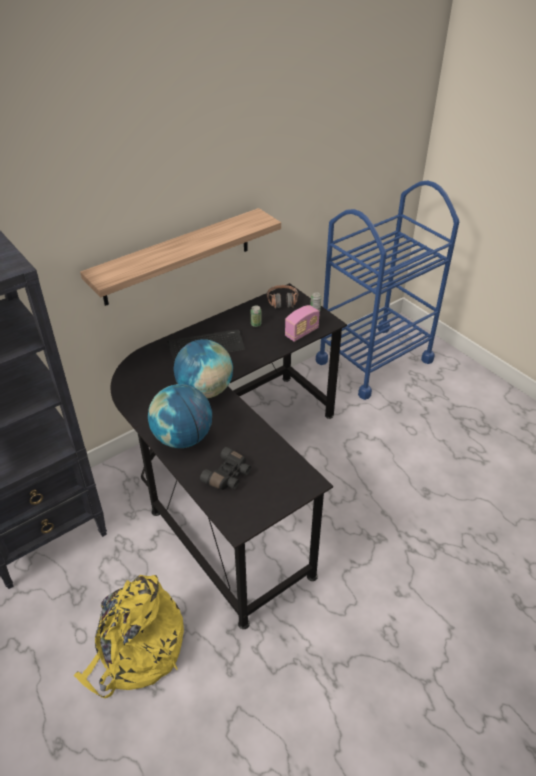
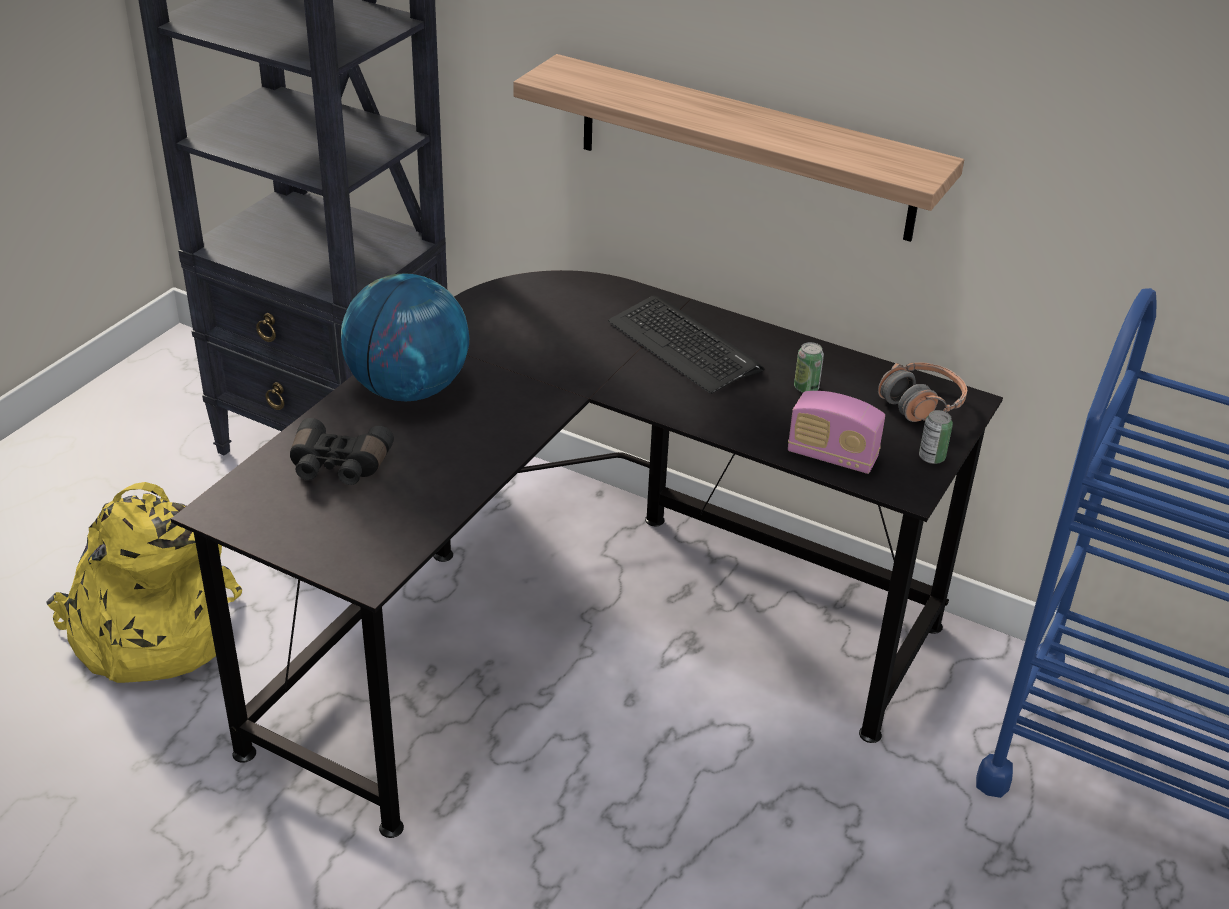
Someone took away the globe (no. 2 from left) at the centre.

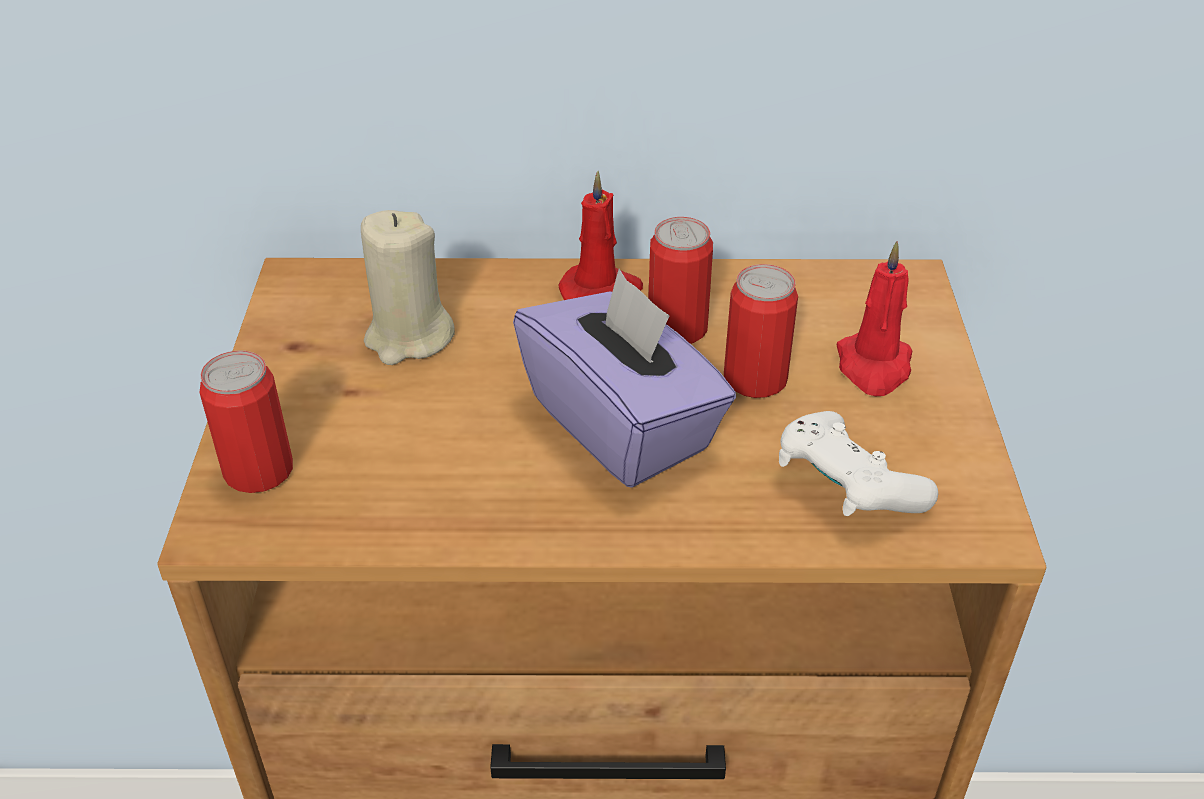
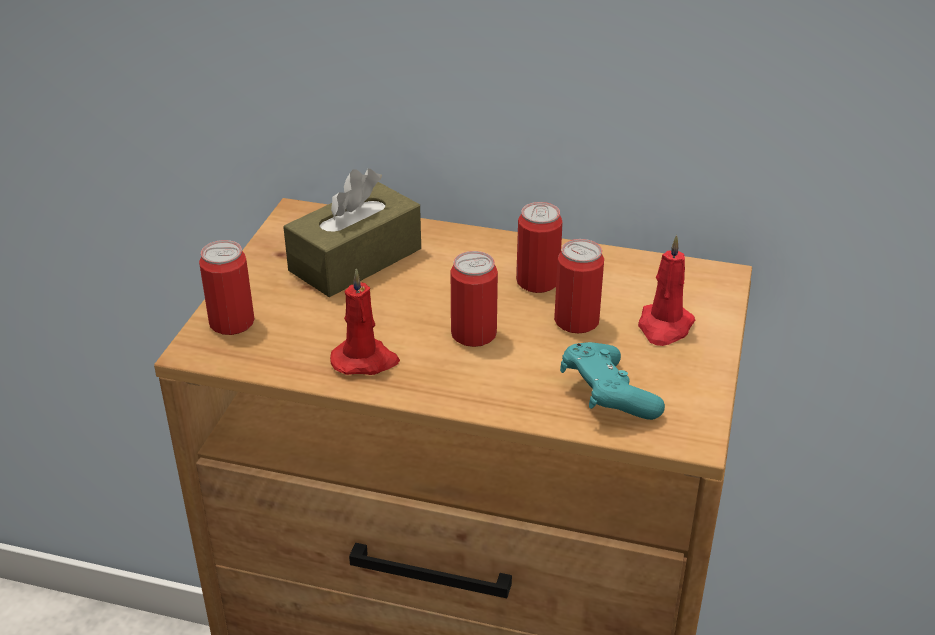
Someone carried the candle in red (no. 1 from left) from the top centre to the centre. Someone swapped the candle in beige at the centre for the tissue box in brown at the centre. Someone swapped the tissue box in purple at the centre for the can (no. 2 from left) at the centre. Someone repainted the game controller in white at the middle right, which became the game controller in turquoise at the centre.

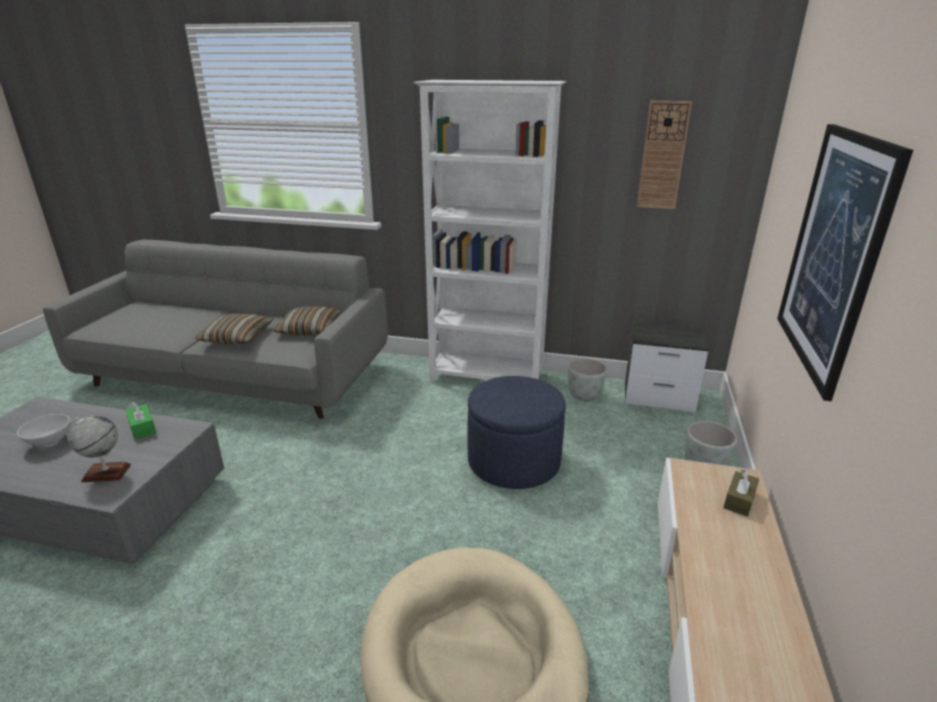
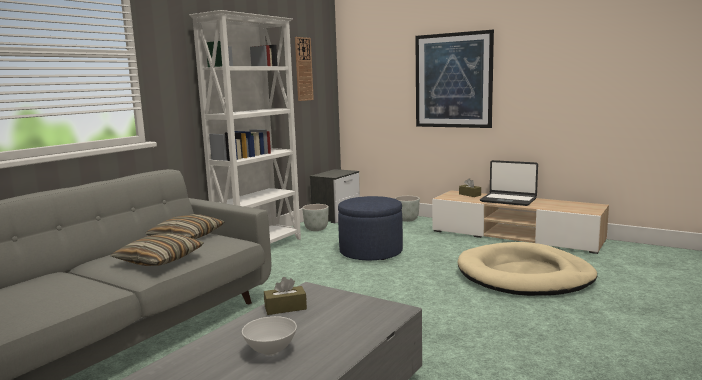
Someone took away the globe at the middle left. Someone put down the laptop at the middle right. Someone repainted the tissue box in green at the middle left, which became the tissue box in brown (no. 1 from left) at the bottom centre.

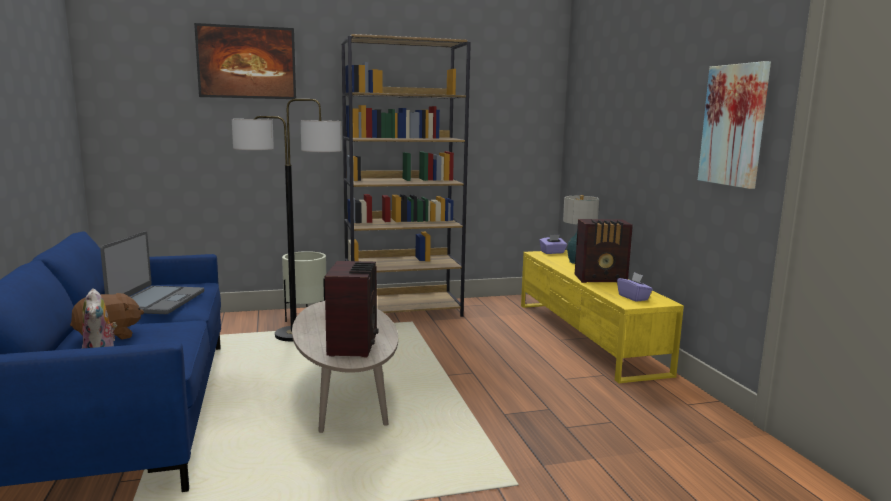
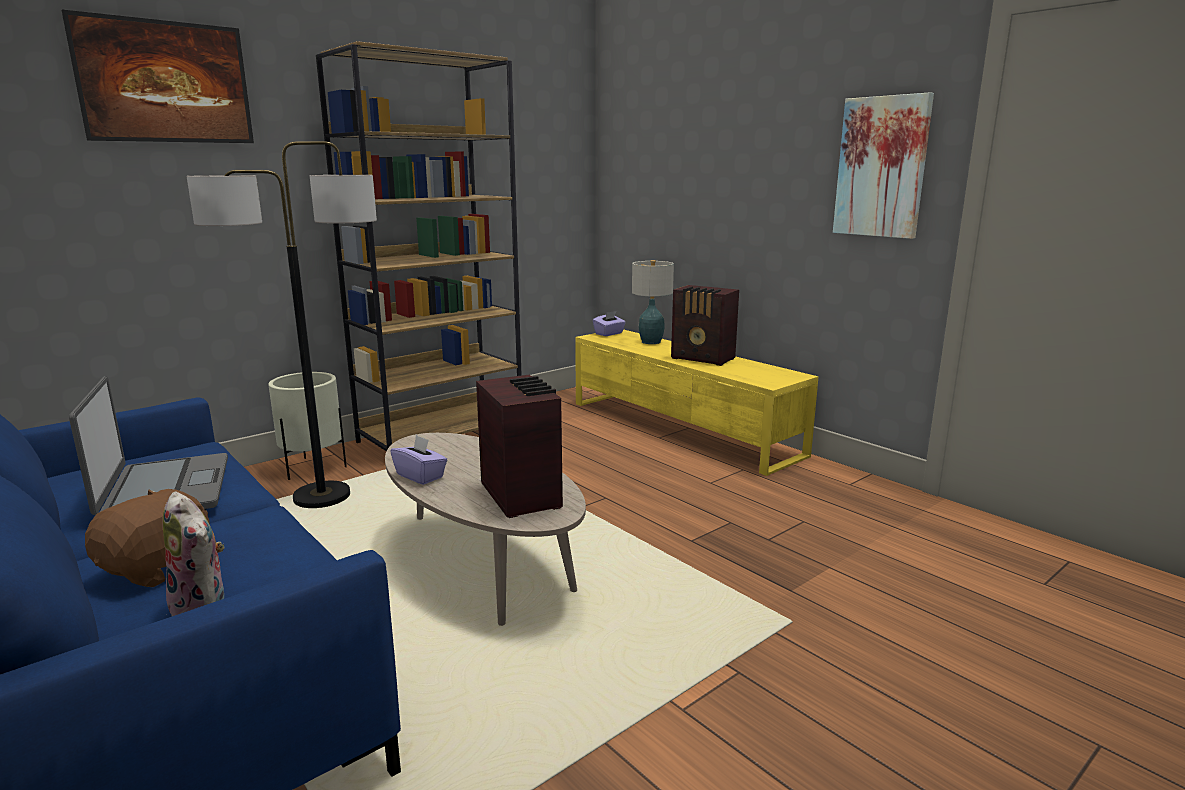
Someone carried the tissue box in purple (no. 2 from left in the first image) from the middle right to the centre. Someone rotated the radio (no. 2 from left) at the middle right by 60 degrees clockwise.

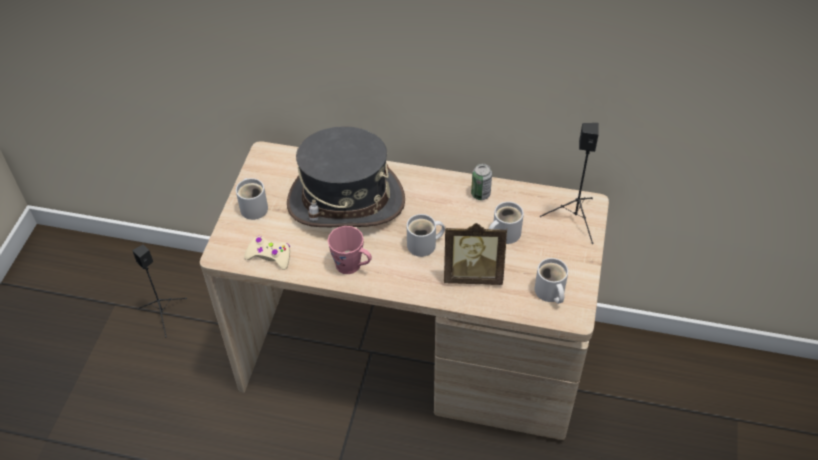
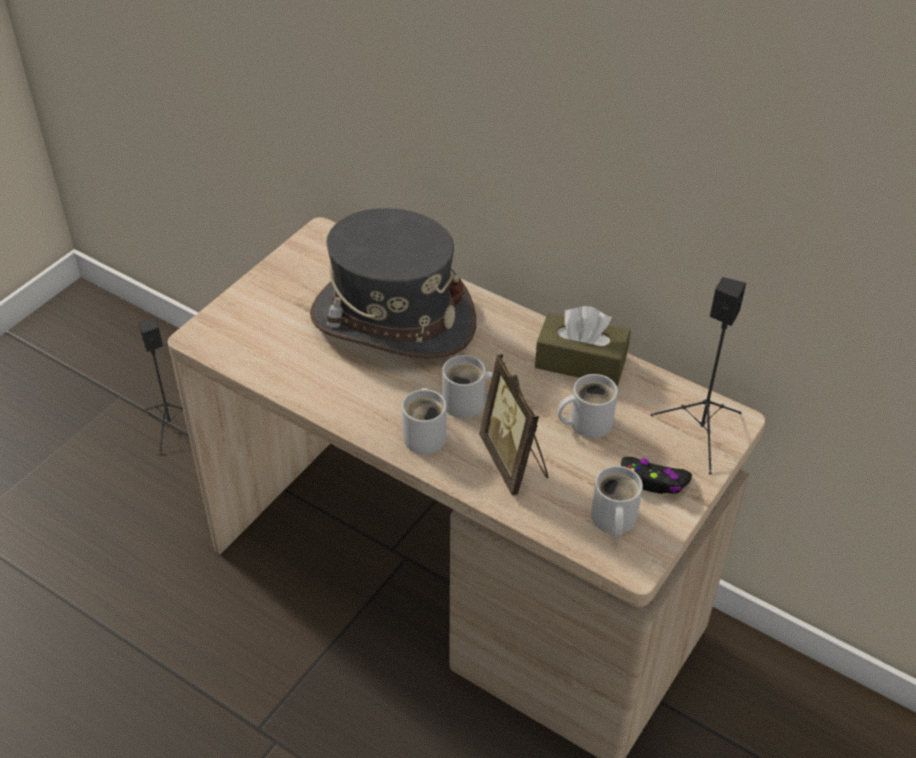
Someone took away the game controller in beige at the middle left. Someone took away the mug in pink at the centre. Someone put down the game controller in black at the middle right. Someone carried the mug in white (no. 1 from left) from the middle left to the centre. Someone swapped the can at the centre for the tissue box in brown at the centre. Someone rotated the picture frame at the centre by 45 degrees clockwise.

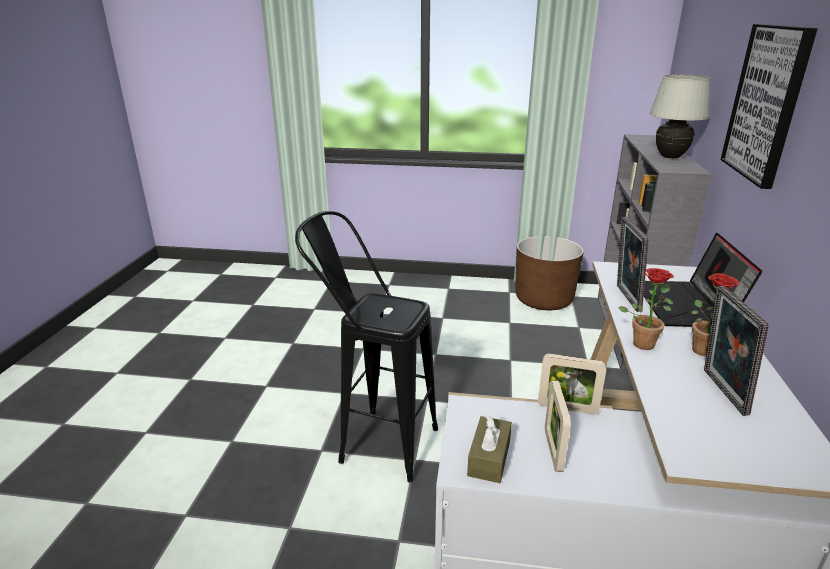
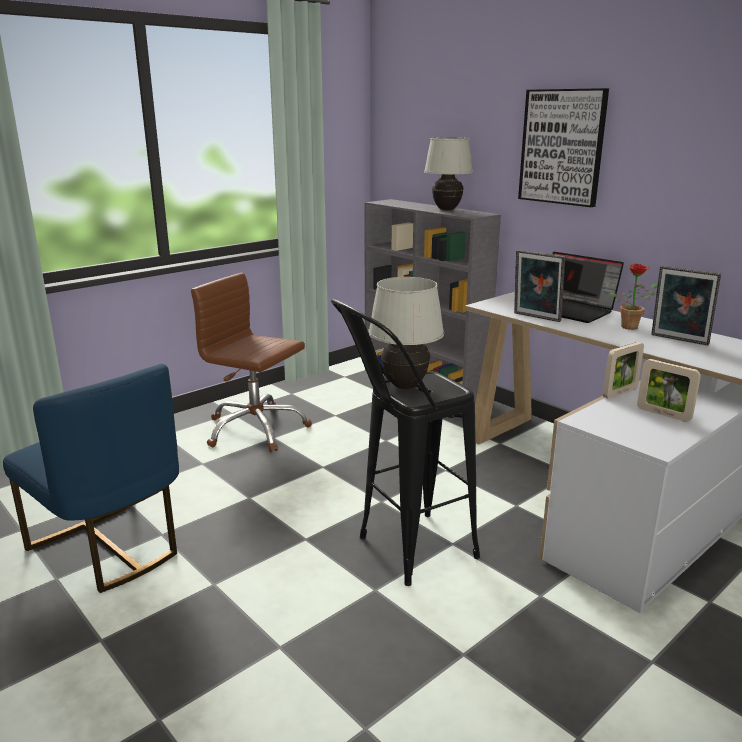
Someone took away the tissue box in brown at the bottom centre. Someone took away the planter in brown at the centre. Someone took away the potted plant (no. 1 from left) at the middle right. Someone put down the chair in blue at the middle left. Someone put down the office chair in brown at the centre. Someone put down the table lamp in white (no. 1 from left) at the centre.

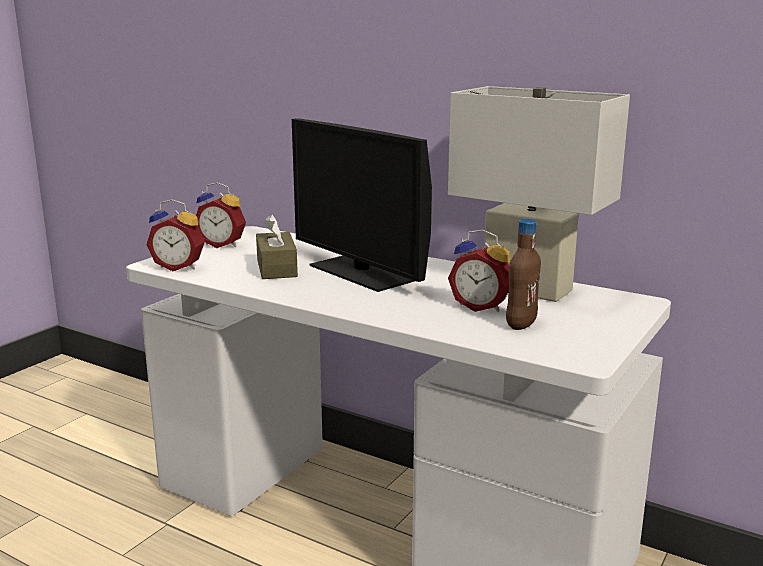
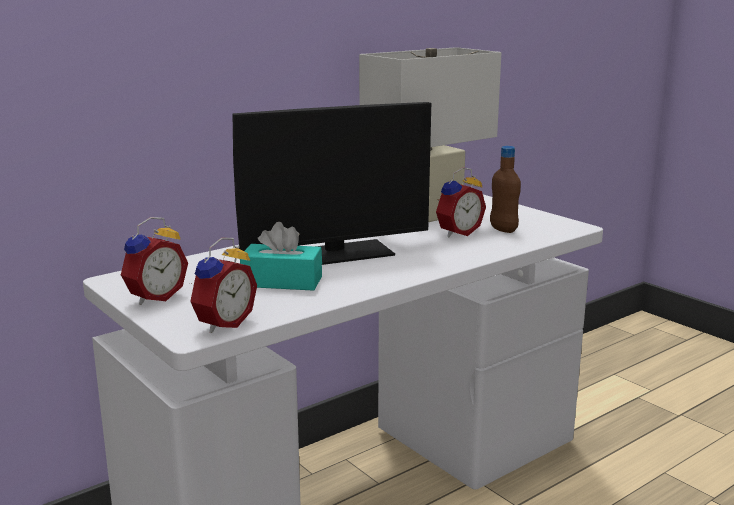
Someone repainted the tissue box in brown at the centre, which became the tissue box in turquoise at the centre.

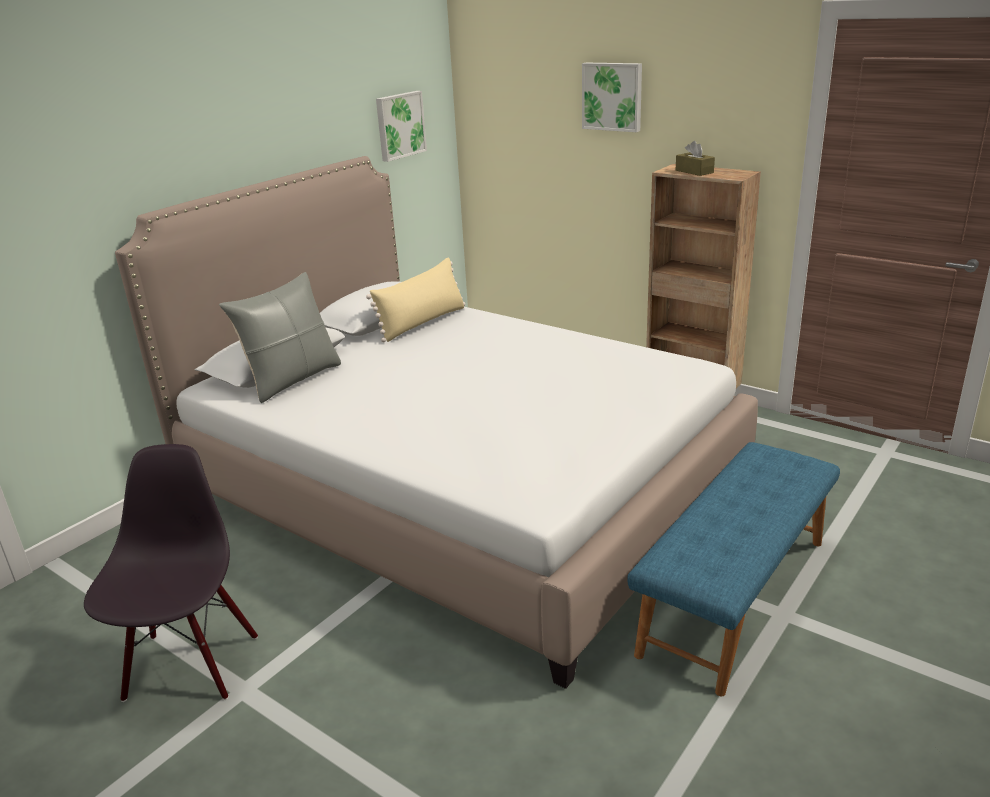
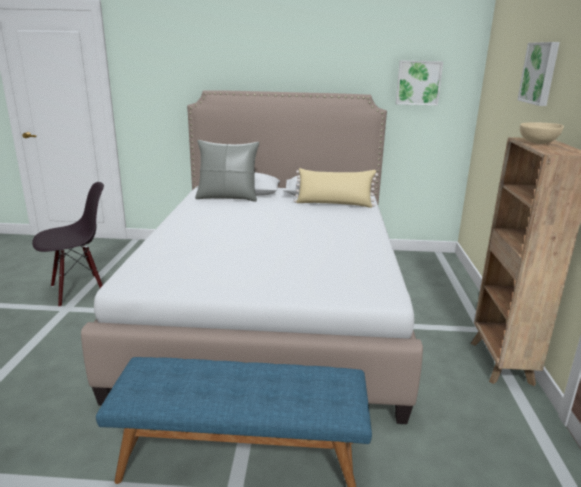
Someone swapped the tissue box in brown at the top right for the bowl in beige at the top right.

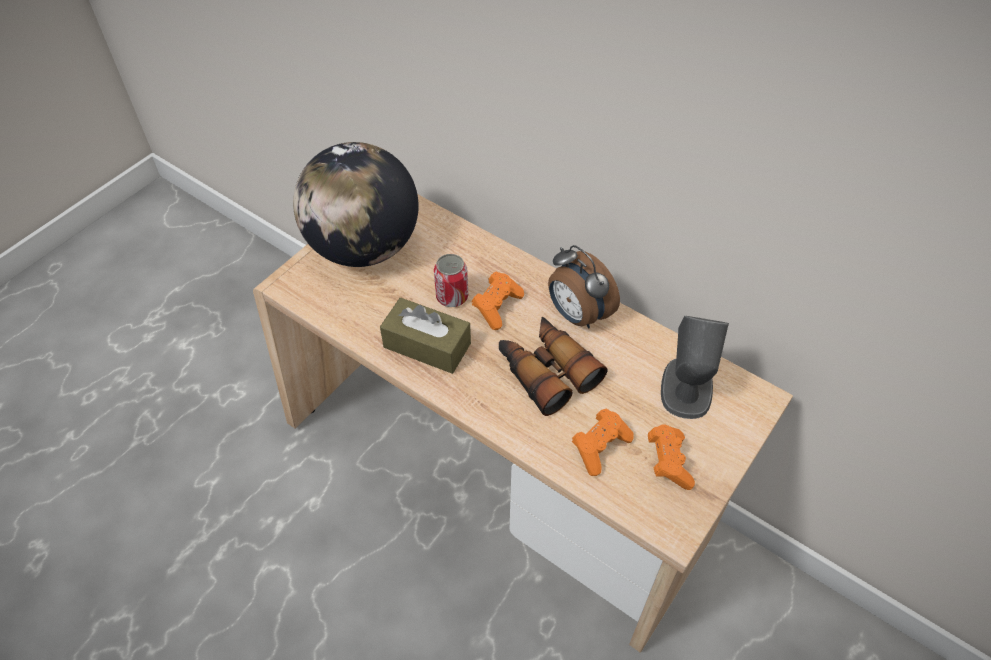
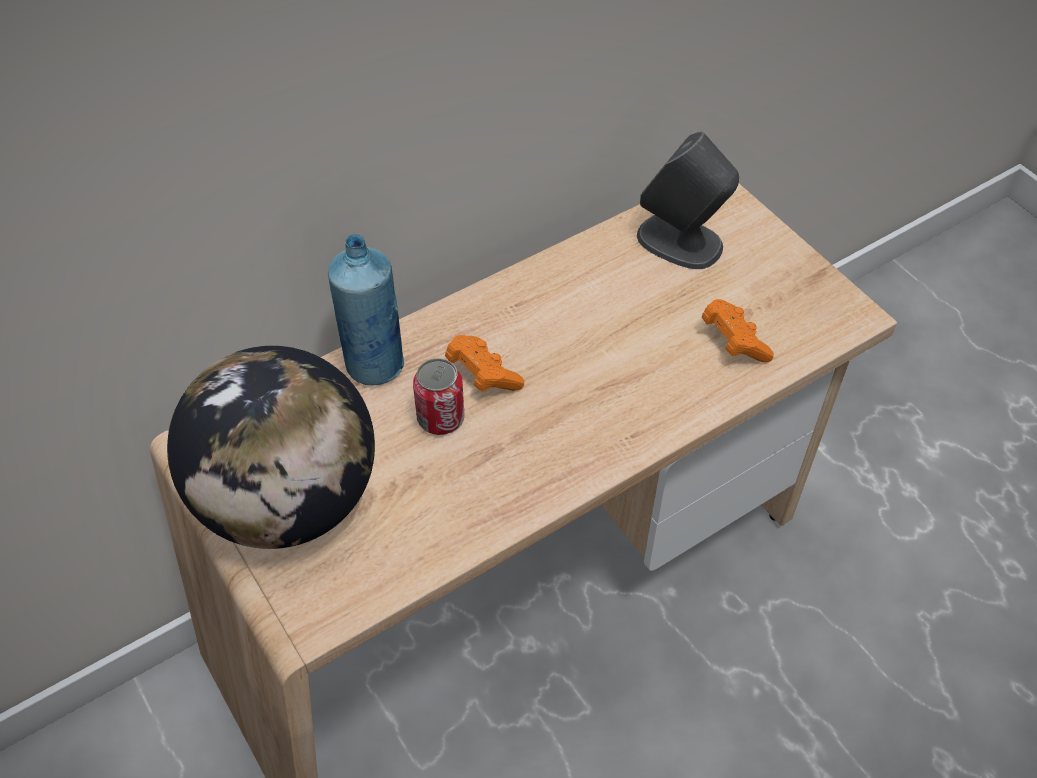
Someone took away the tissue box in brown at the centre. Someone took away the binoculars at the centre. Someone took away the alarm clock at the centre. Someone took away the game controller in orange (no. 3 from left) at the bottom right. Someone put down the bottle in blue at the centre.

